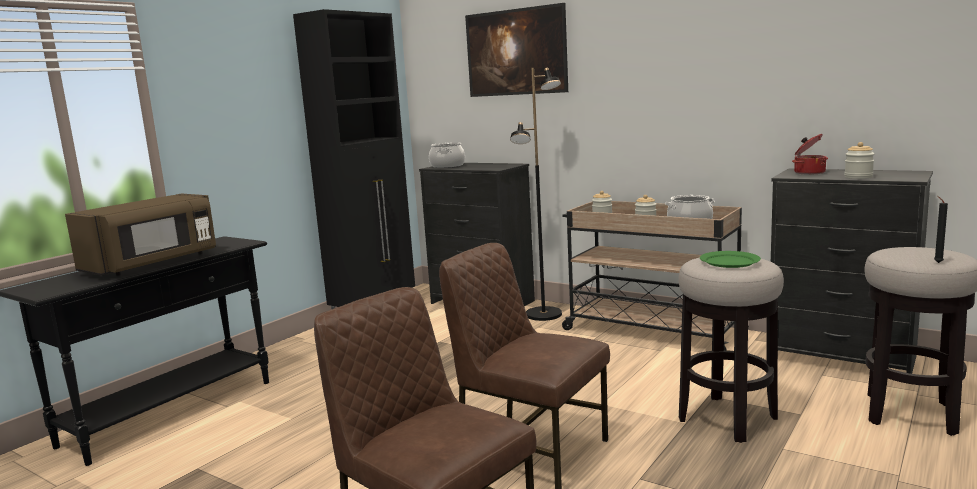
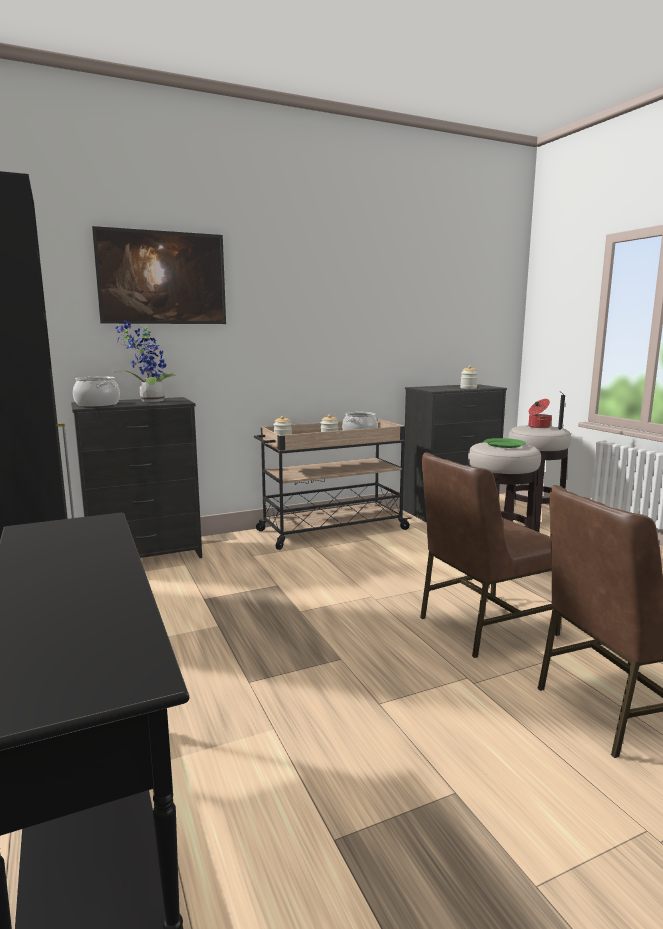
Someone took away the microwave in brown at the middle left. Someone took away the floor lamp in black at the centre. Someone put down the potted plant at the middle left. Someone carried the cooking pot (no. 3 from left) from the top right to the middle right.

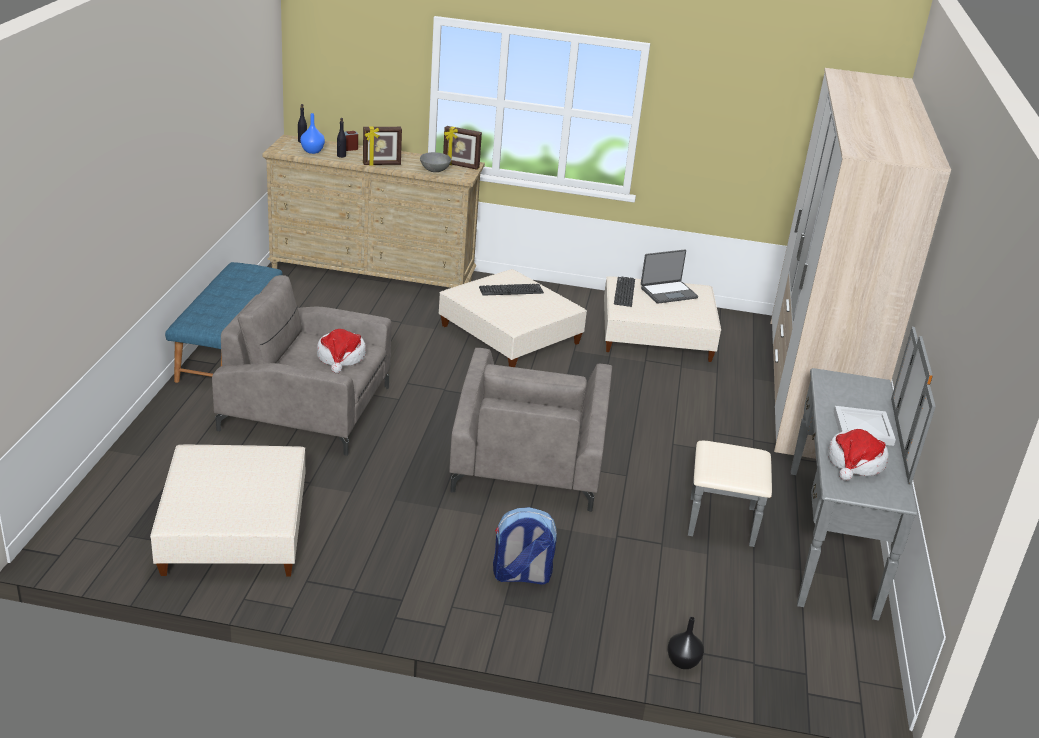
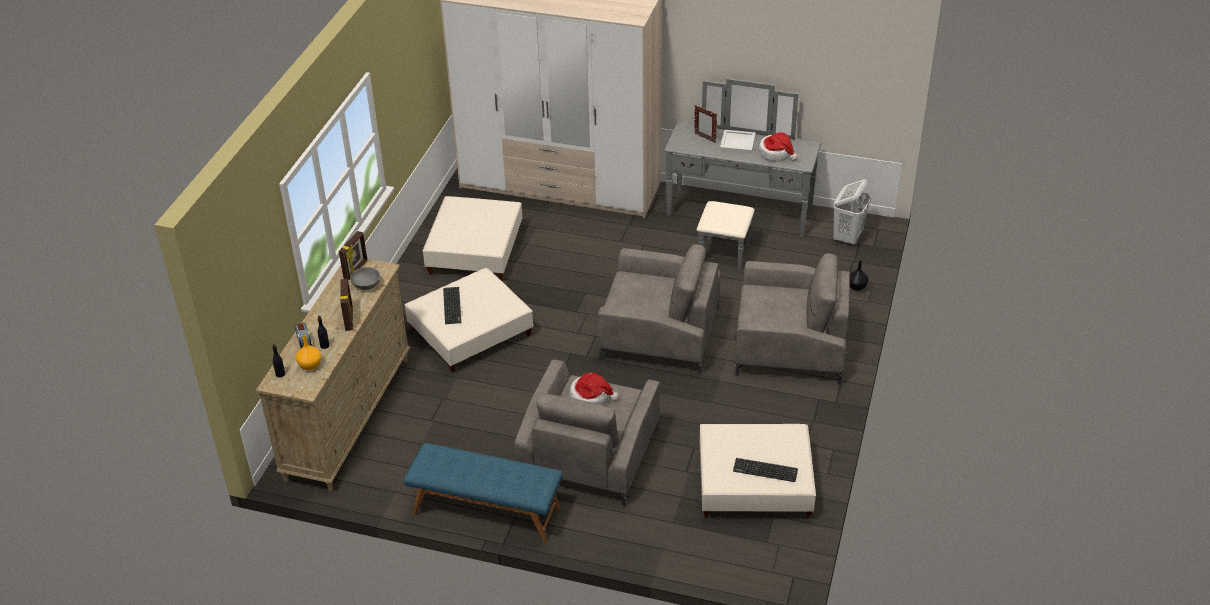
Someone took away the laptop at the centre. Someone put down the picture frame (no. 3 from left) at the top centre. Someone put down the laundry basket in white at the middle right. Someone carried the keyboard (no. 2 from left) from the centre to the bottom centre. Someone swapped the backpack at the bottom centre for the armchair in grey (no. 3 from left) at the centre. Someone repainted the vase in blue at the top left, which became the vase in orange at the middle left.

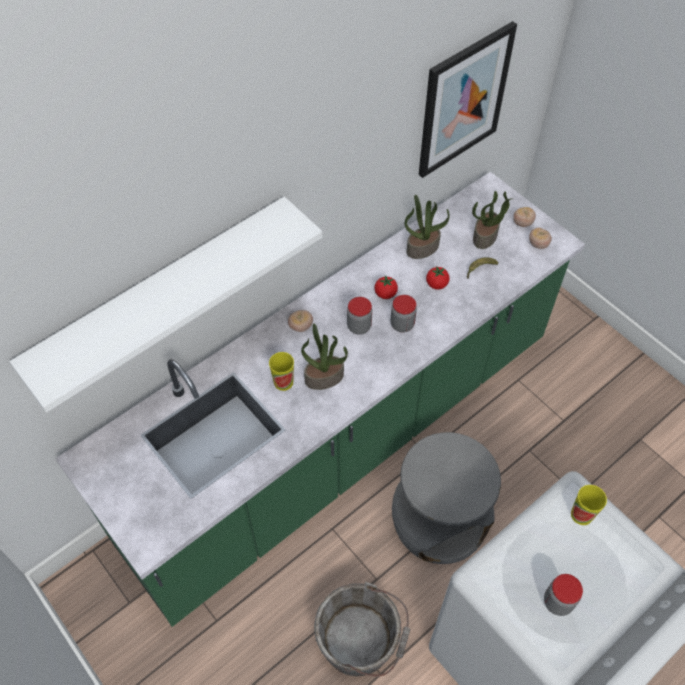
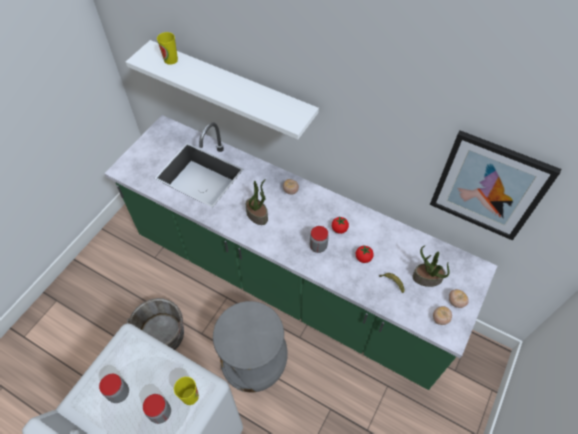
Someone took away the potted plant (no. 2 from left) at the top centre. Someone carried the cup (no. 1 from left) from the centre to the top left. Someone carried the jar (no. 1 from left in the first image) from the centre to the bottom left.

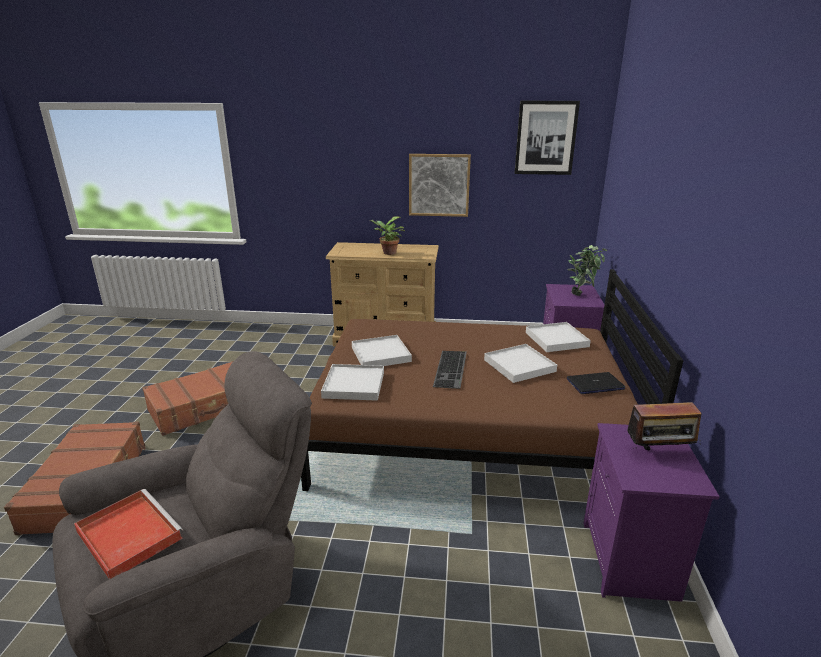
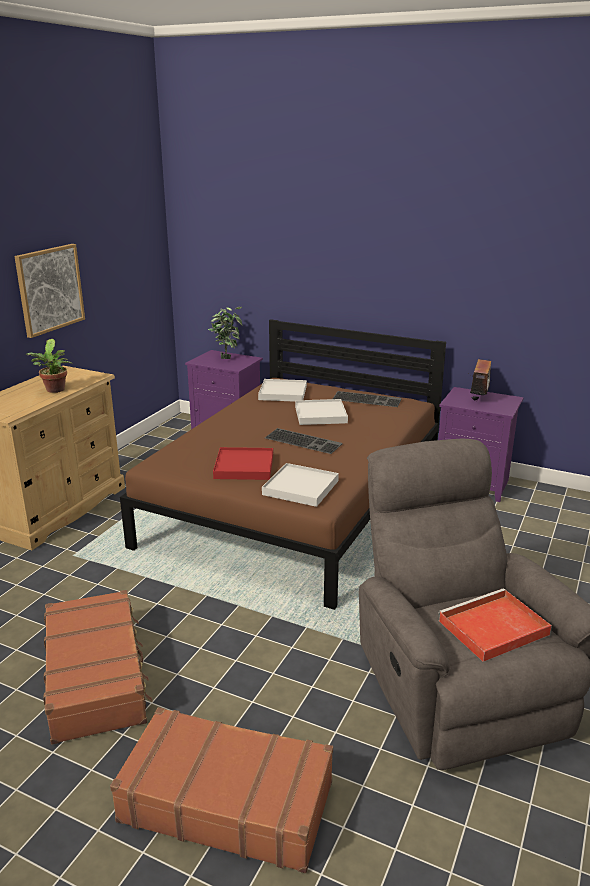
Someone took away the picture (no. 2 from left) at the top centre. Someone swapped the laptop at the middle right for the keyboard (no. 2 from left) at the centre. Someone repainted the tray in white (no. 2 from left) at the centre, which became the tray in red (no. 1 from left) at the centre.

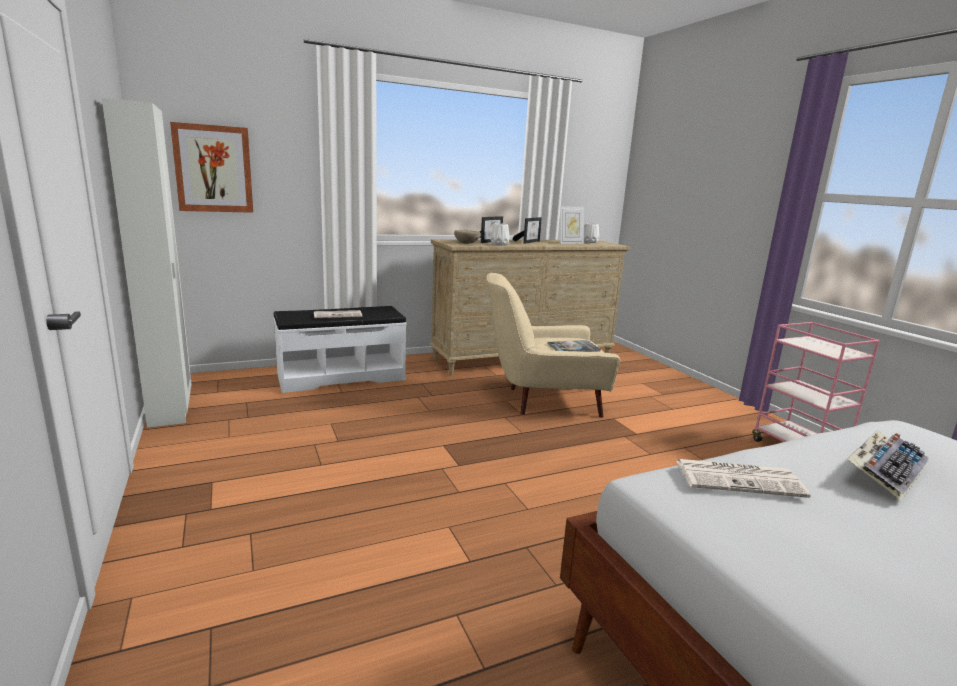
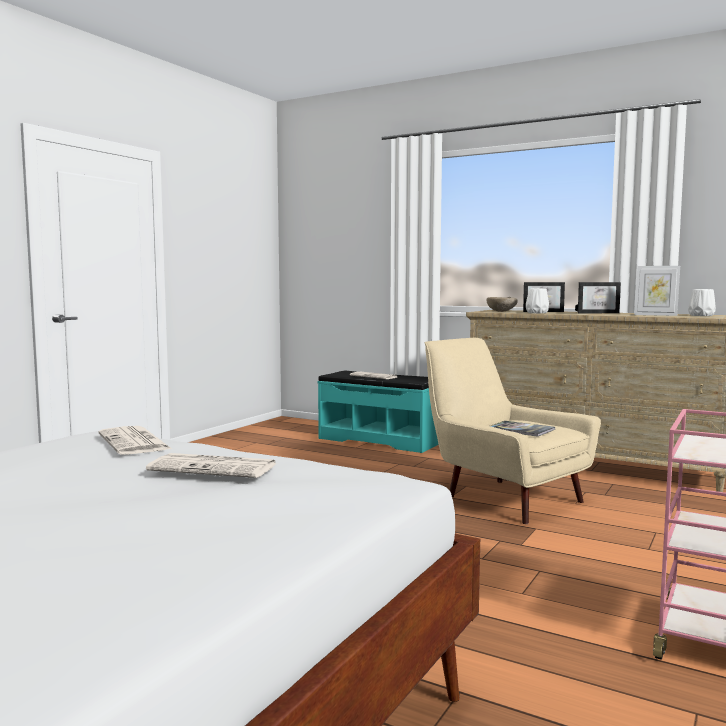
Someone took away the wardrobe in white at the middle left. Someone took away the picture at the top left. Someone swapped the keyboard at the bottom right for the newspaper (no. 2 from left) at the middle left. Someone repainted the bench in white at the centre, which became the bench in turquoise at the centre.

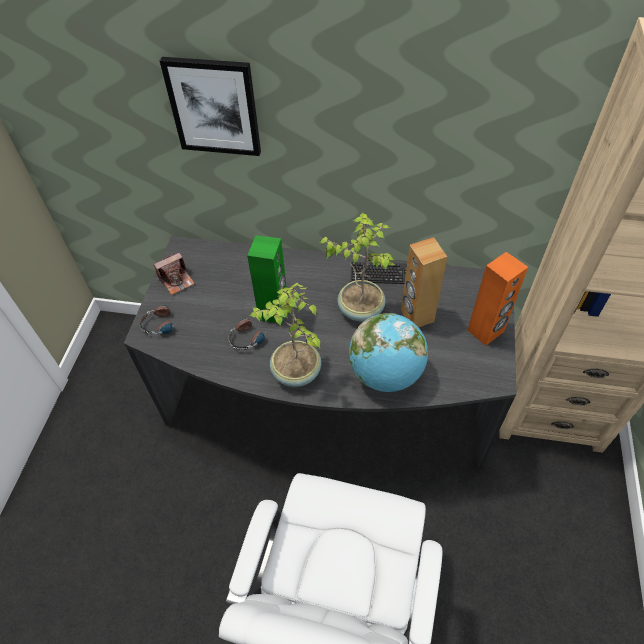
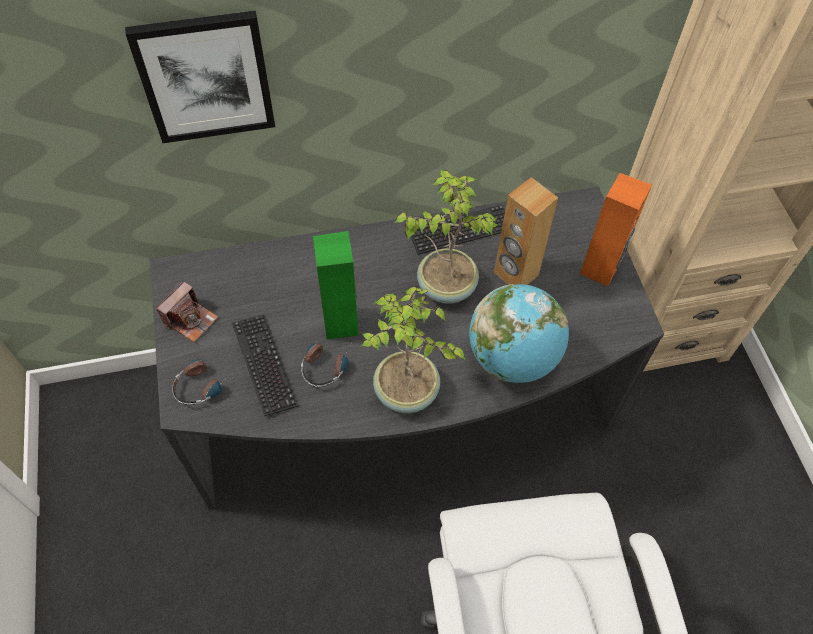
Someone put down the keyboard (no. 1 from left) at the middle left.

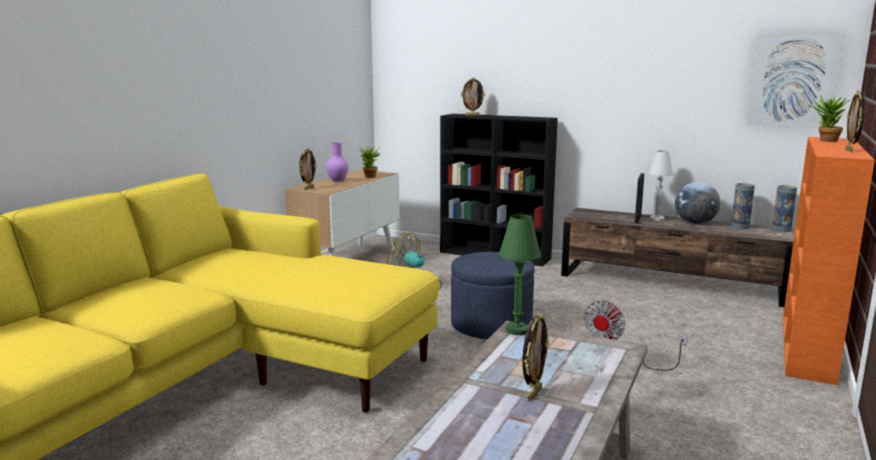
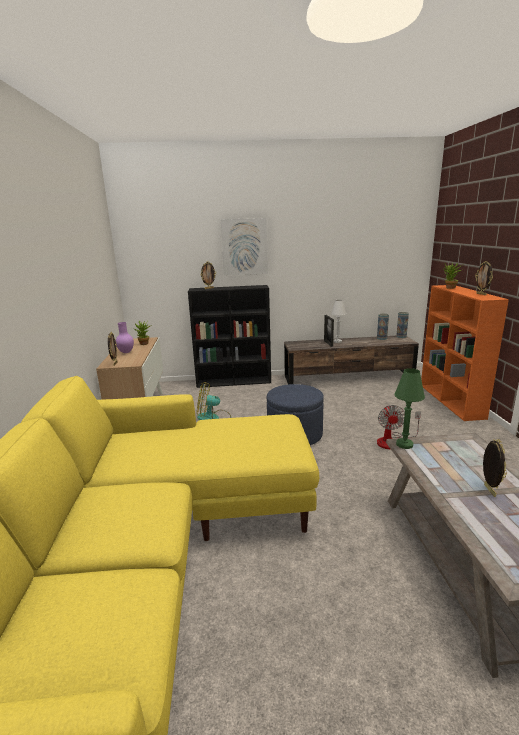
Someone took away the globe at the middle right. Someone carried the picture from the top right to the centre.

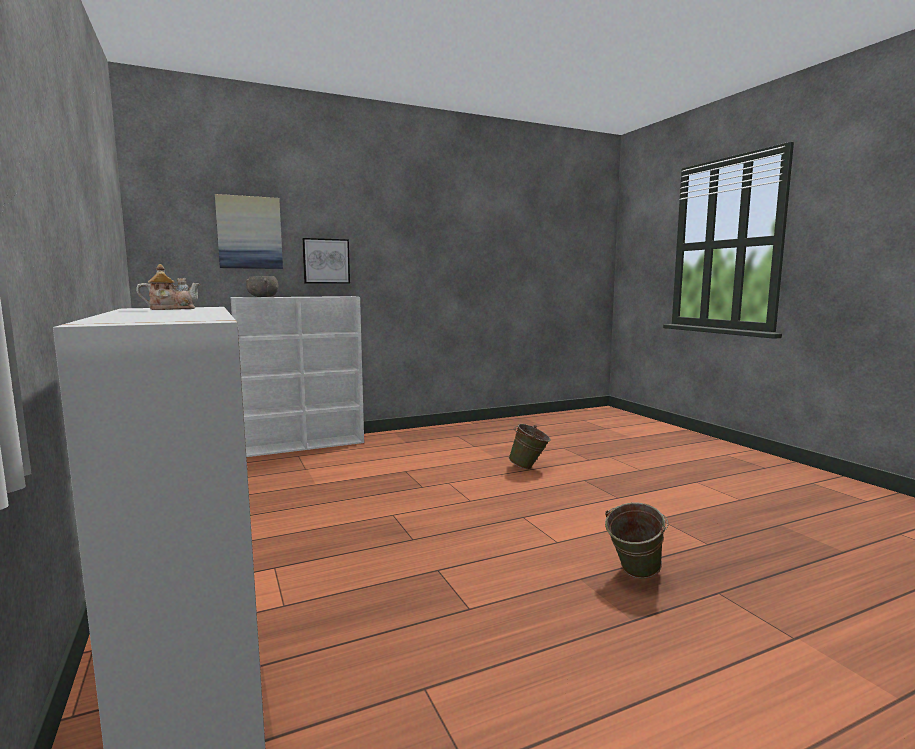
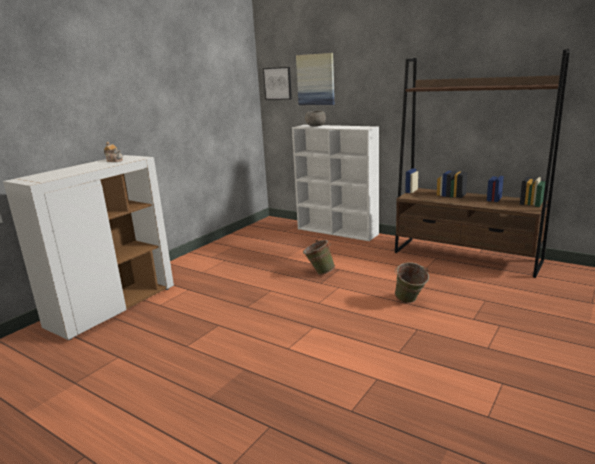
Someone put down the bookcase in brown at the middle right. Someone carried the picture (no. 2 from left in the first image) from the centre to the top centre. Someone carried the bucket in green (no. 2 from left in the first image) from the bottom right to the centre.

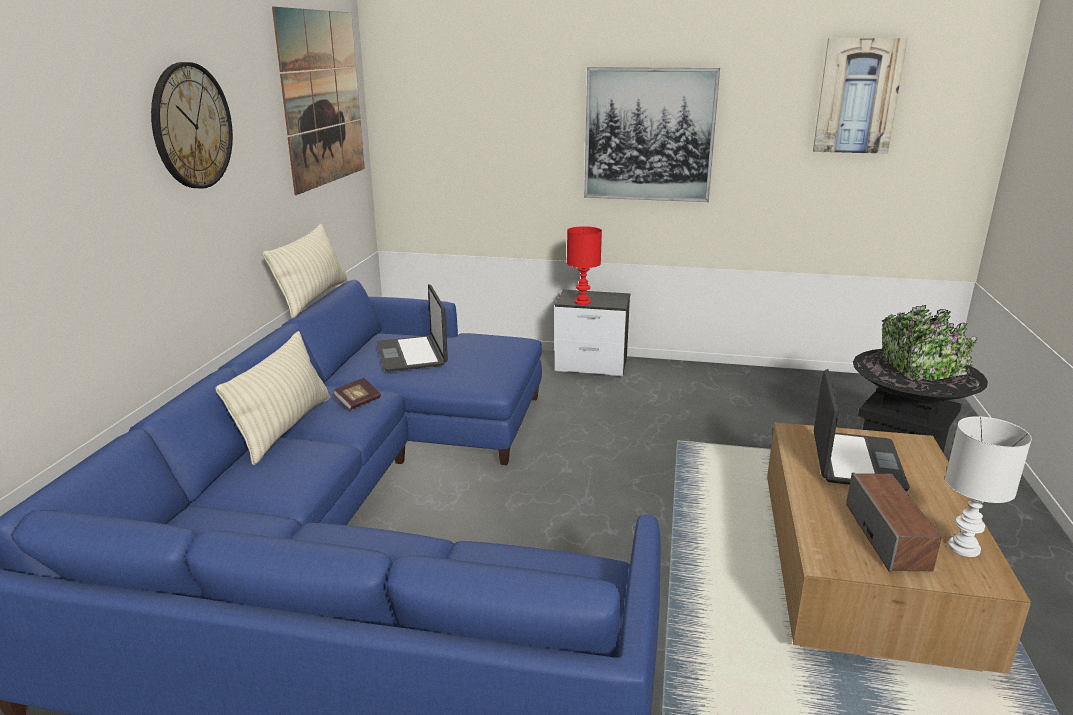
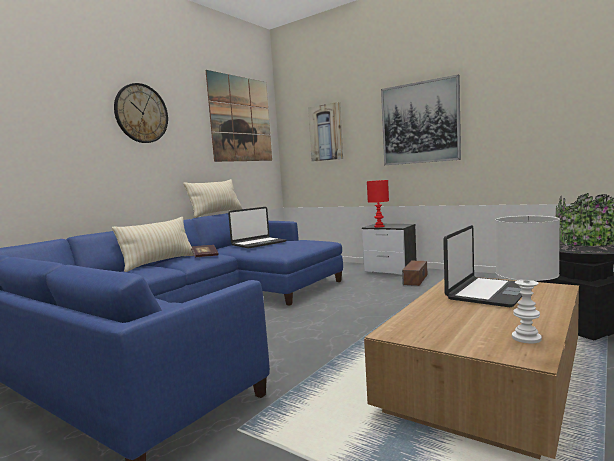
Someone carried the picture (no. 3 from left in the first image) from the top right to the top centre. Someone carried the speaker from the bottom right to the middle right. Someone rotated the laptop (no. 1 from left) at the centre by 135 degrees counterclockwise.

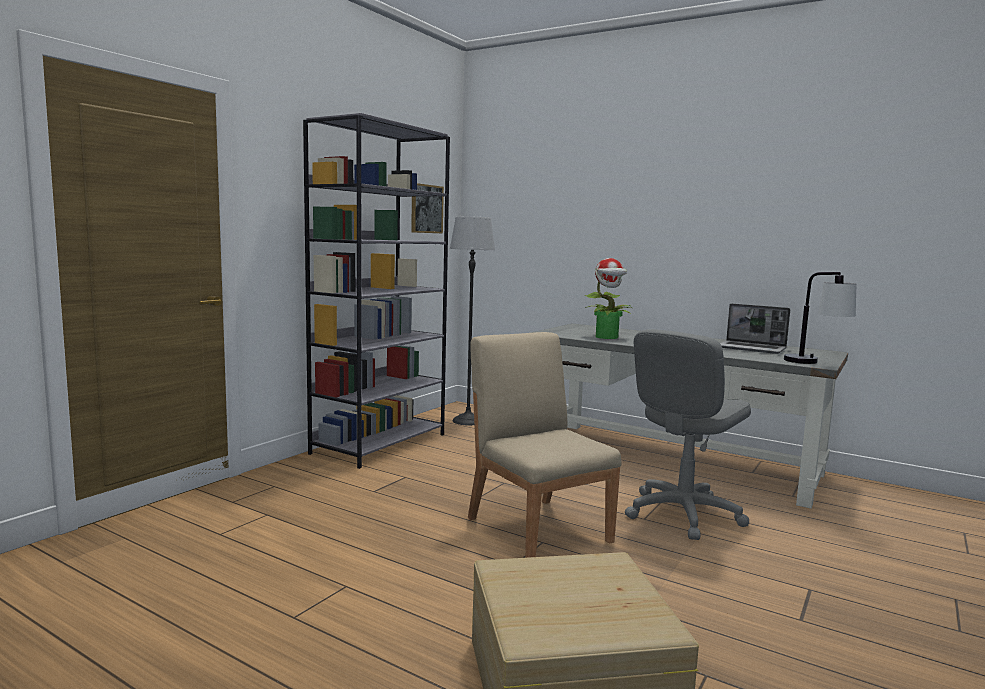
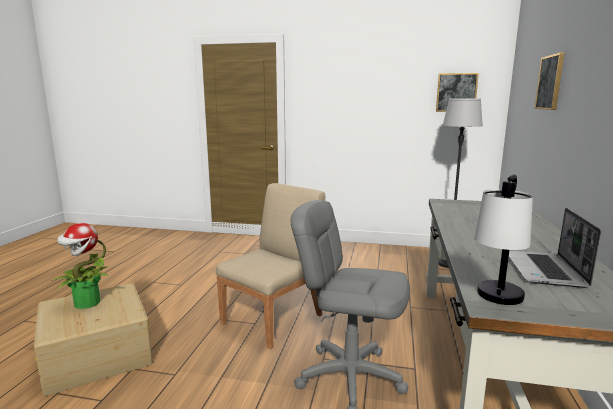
Someone took away the bookcase in grey at the centre. Someone put up the picture (no. 2 from left) at the top right. Someone carried the potted plant from the centre to the middle left.

